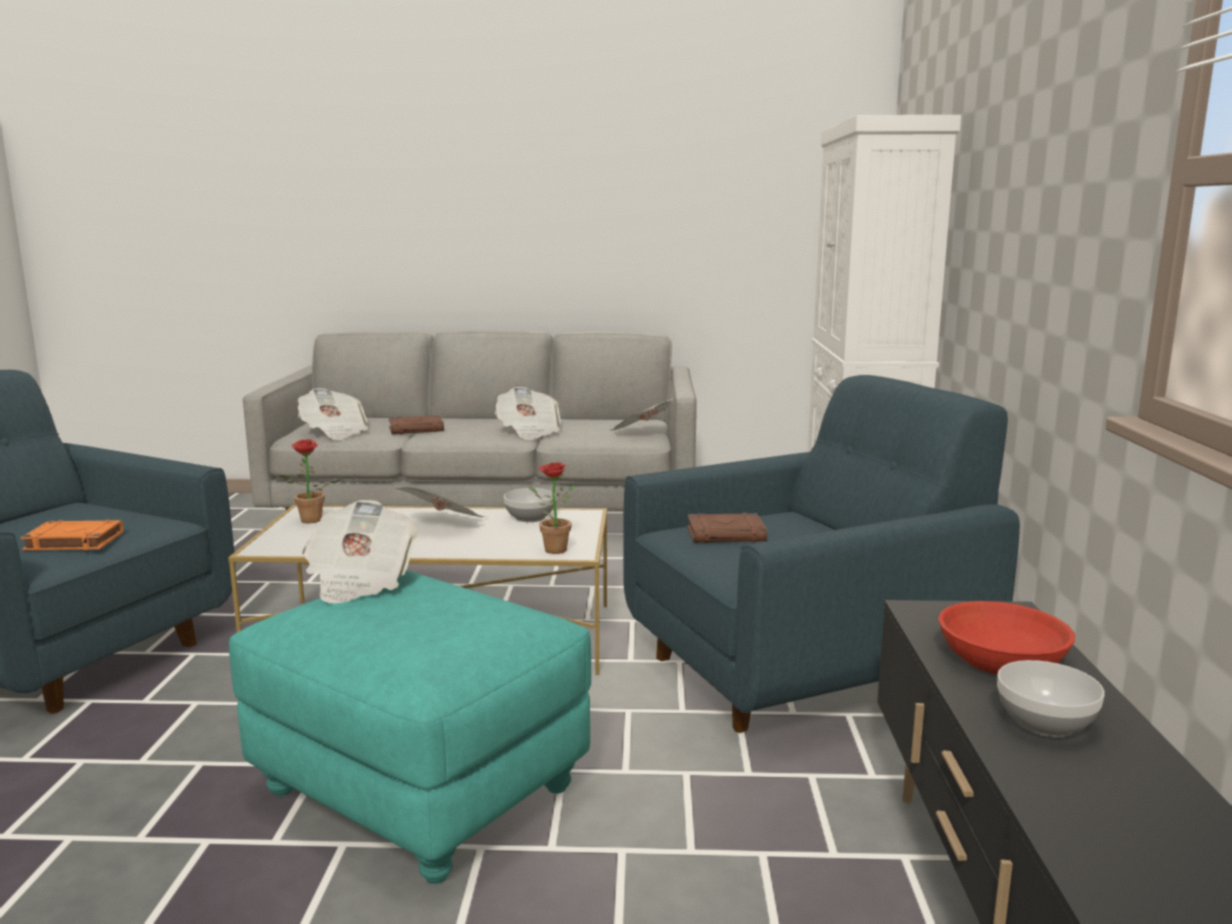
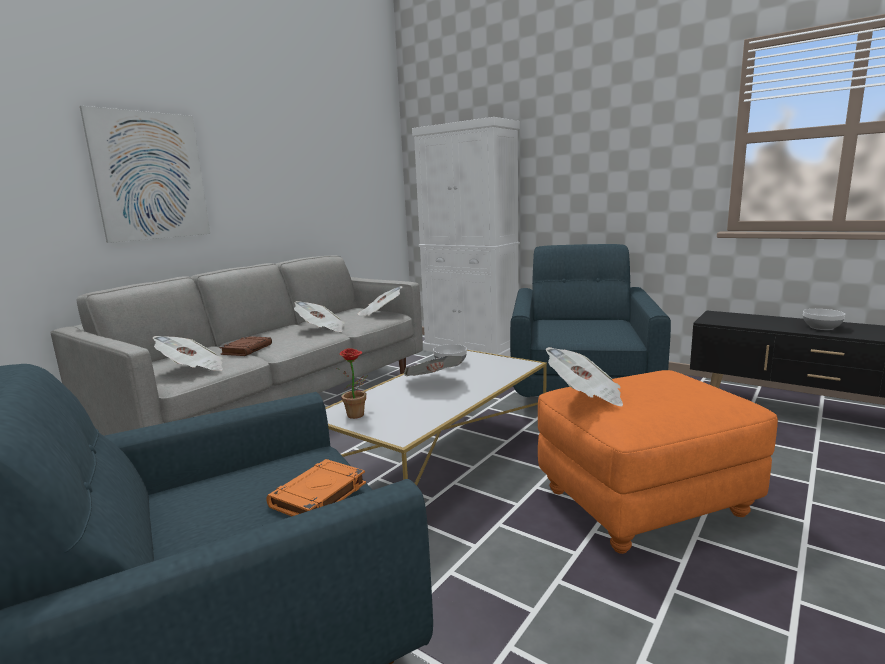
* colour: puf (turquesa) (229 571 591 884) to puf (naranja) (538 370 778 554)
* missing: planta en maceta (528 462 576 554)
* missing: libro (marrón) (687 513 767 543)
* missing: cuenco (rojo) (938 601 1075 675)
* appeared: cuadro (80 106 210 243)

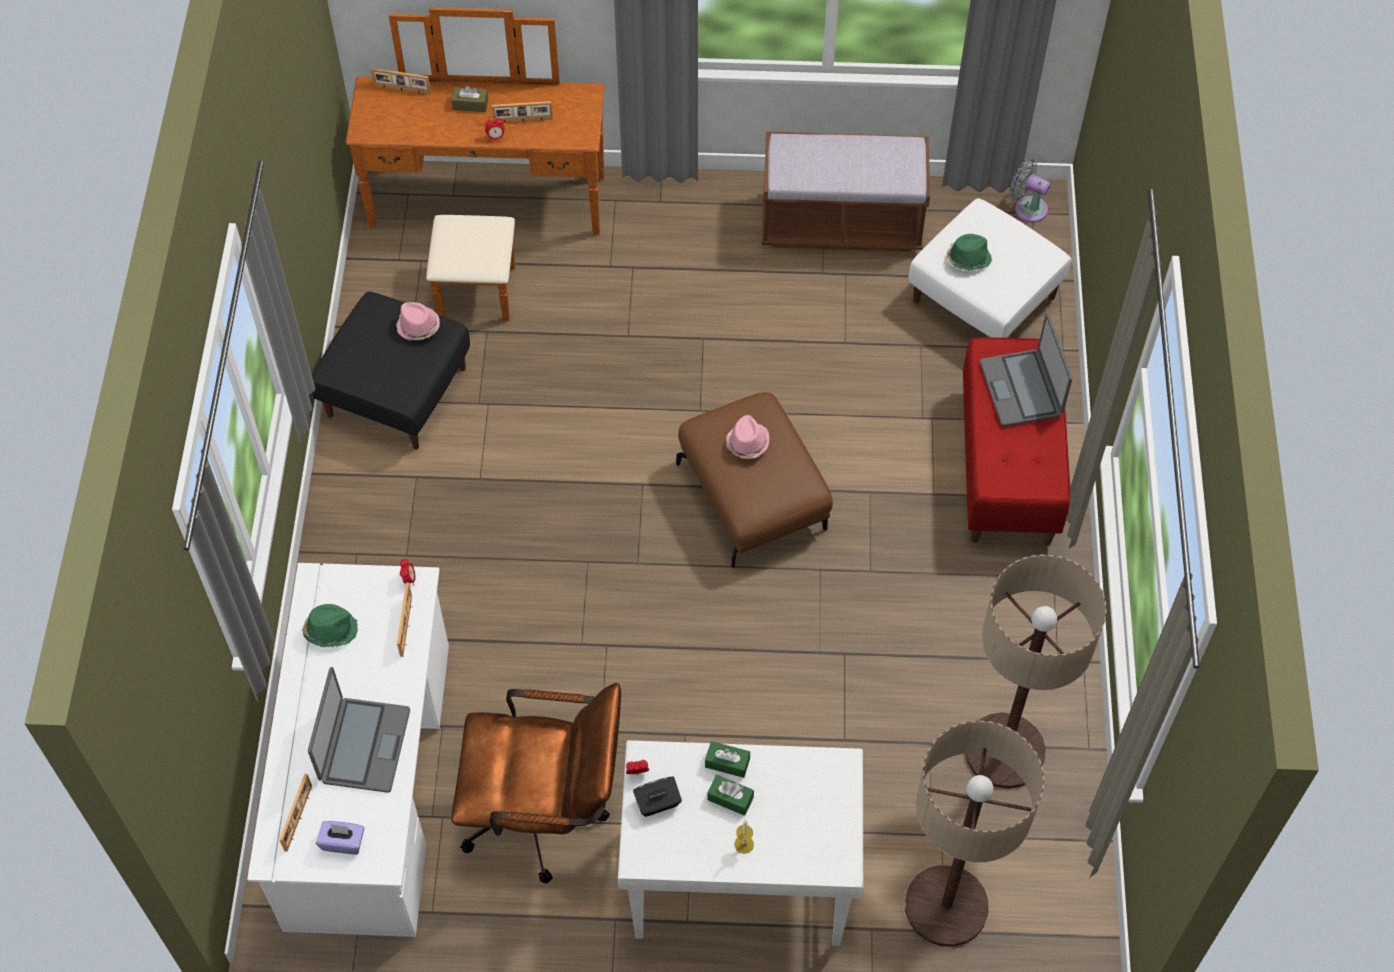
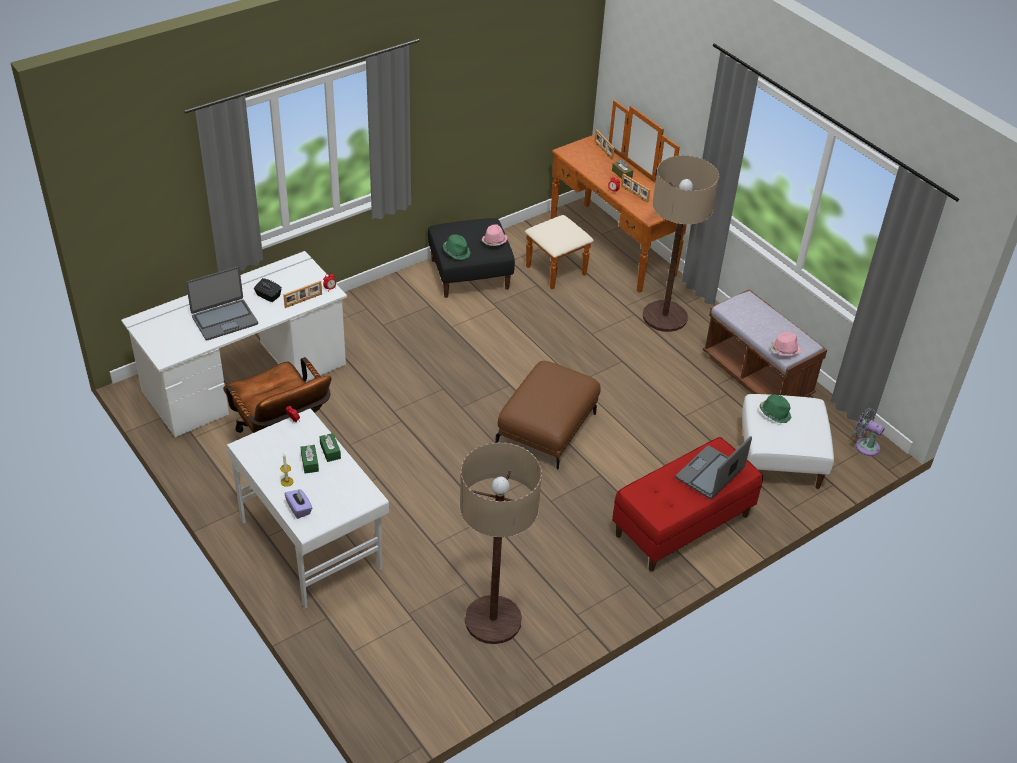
* missing: portarretratos (279 774 312 852)
* relocated: sombrero (verde) (302 604 358 647) to (443 235 471 260)
* relocated: caja de pañuelos (morado) (316 821 365 855) to (285 489 312 519)
* relocated: caja de pañuelos (negro) (633 776 682 817) to (254 278 282 302)
* relocated: sombrero (rosa) (726 415 770 459) to (771 332 801 356)
* relocated: lámpara de pie (905 721 1044 947) to (643 155 719 332)
* spun: ventilador (gris) (1009 158 1050 223) = (854 408 885 456) 45 degrees counterclockwise

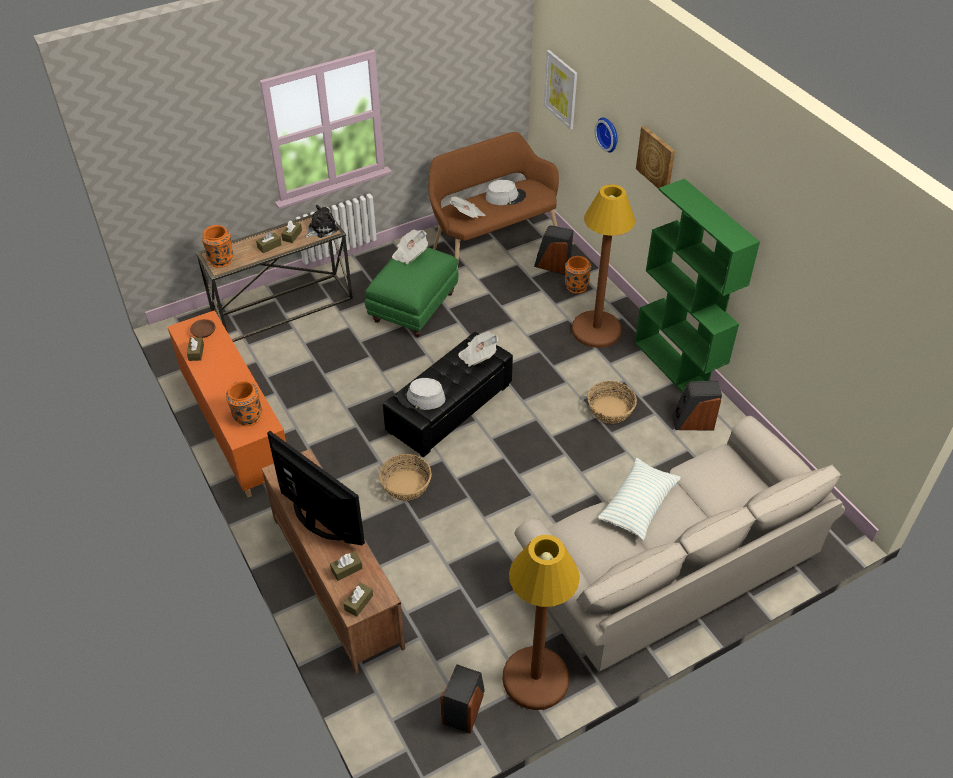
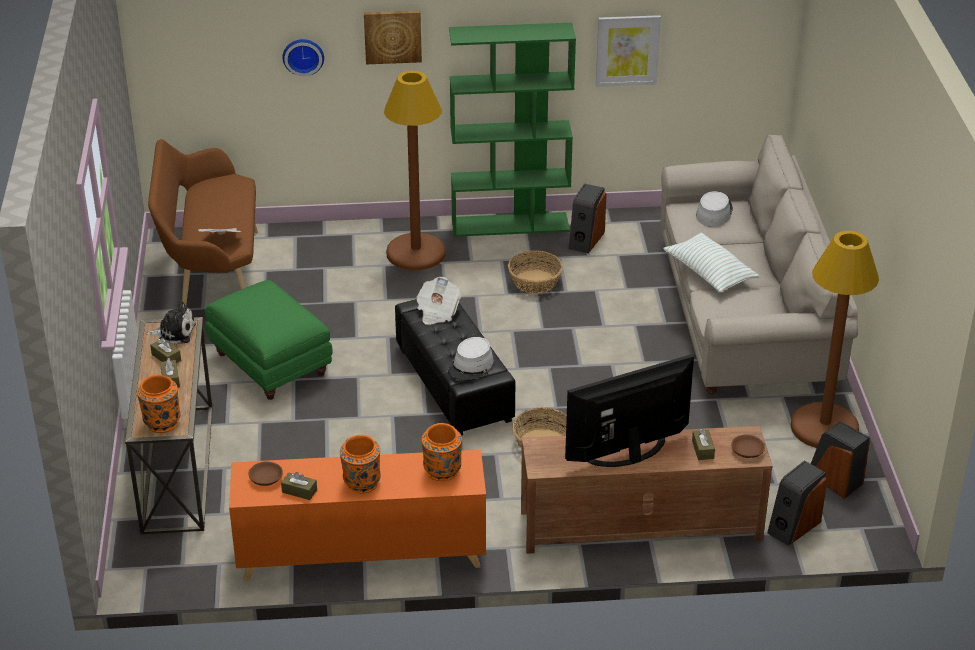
* spun: peluche (305 205 339 238) = (146 301 196 345) 105 degrees clockwise
* exchanged: caja de pañuelos (marrón) (343 583 373 617) to cuenco (marrón) (731 435 765 458)
* missing: periódico (392 230 428 264)
* relocated: sombrero (gris) (486 180 526 205) to (696 191 733 227)
* relocated: altavoz (534 225 573 275) to (767 460 827 546)
* relocated: cuadro (544 50 577 130) to (596 15 661 87)
* relocated: florero (naranja) (565 256 591 294) to (340 435 381 493)

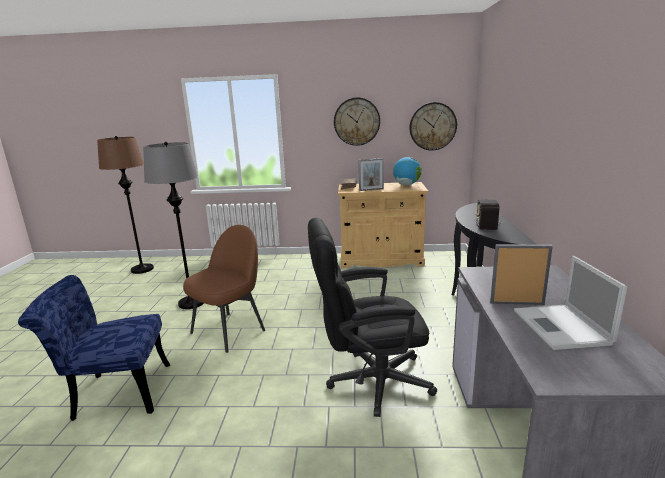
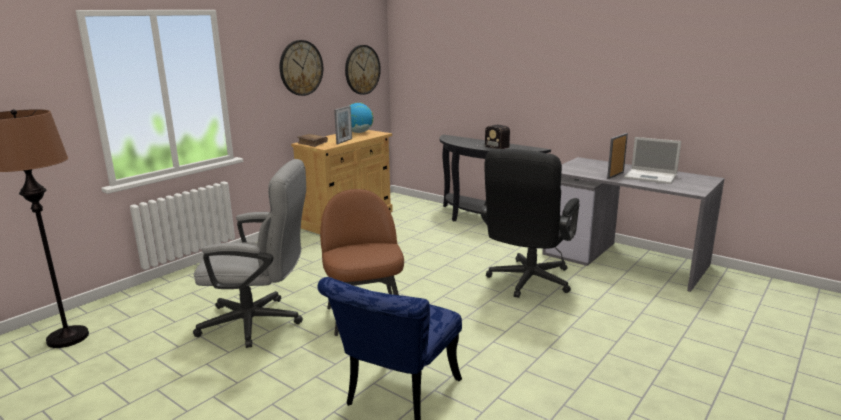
* exchanged: lámpara de pie (gris) (143 142 204 309) to silla de oficina (gris) (193 159 306 348)

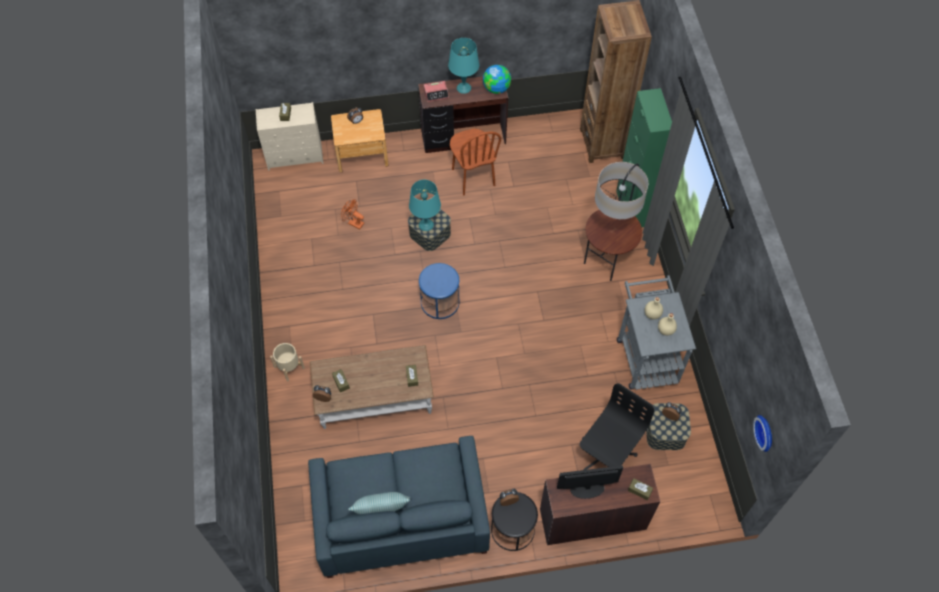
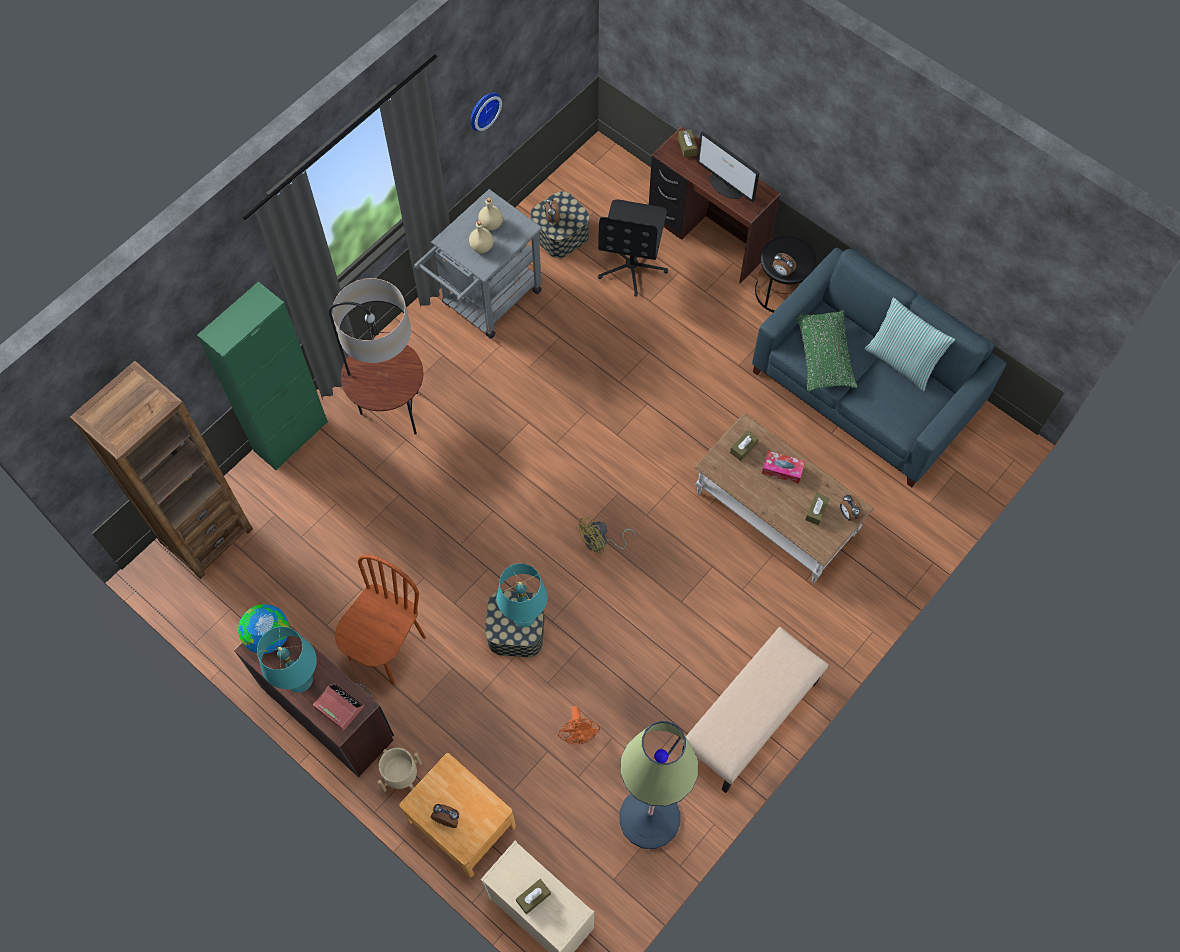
* relocated: maceta (beis) (270 343 305 381) to (378 748 422 792)
* exchanged: mesa auxiliar (azul) (419 263 460 319) to ventilador (amarillo) (576 516 636 553)
* spun: silla de oficina (negro) (580 383 654 470) = (598 199 668 297) 75 degrees counterclockwise
* relocated: reloj de pared (753 415 772 452) to (471 92 502 131)
* appeared: lámpara de pie (619 721 698 849)
* appeared: banco (beis) (682 627 829 793)
* appeared: caja de pañuelos (762 451 805 484)
* appeared: cojín (verde) (797 310 857 392)

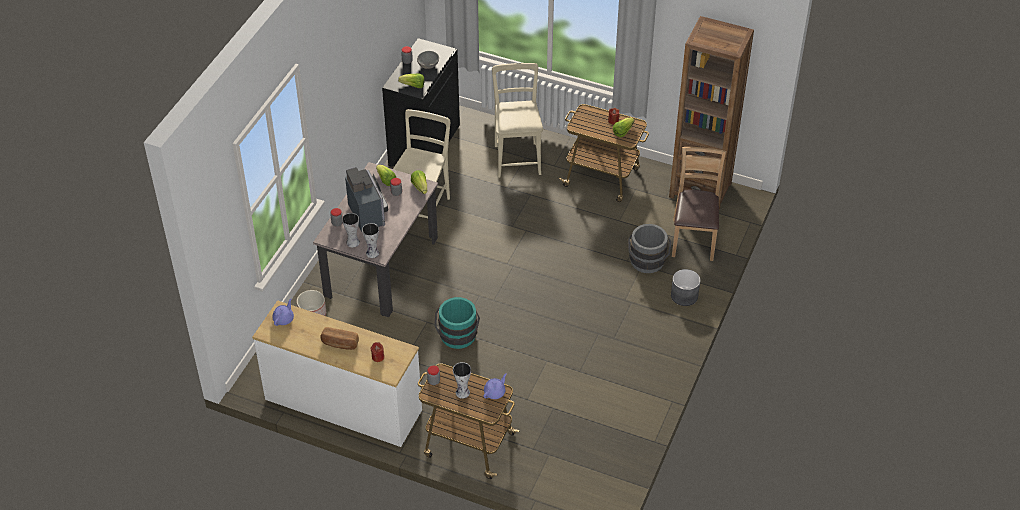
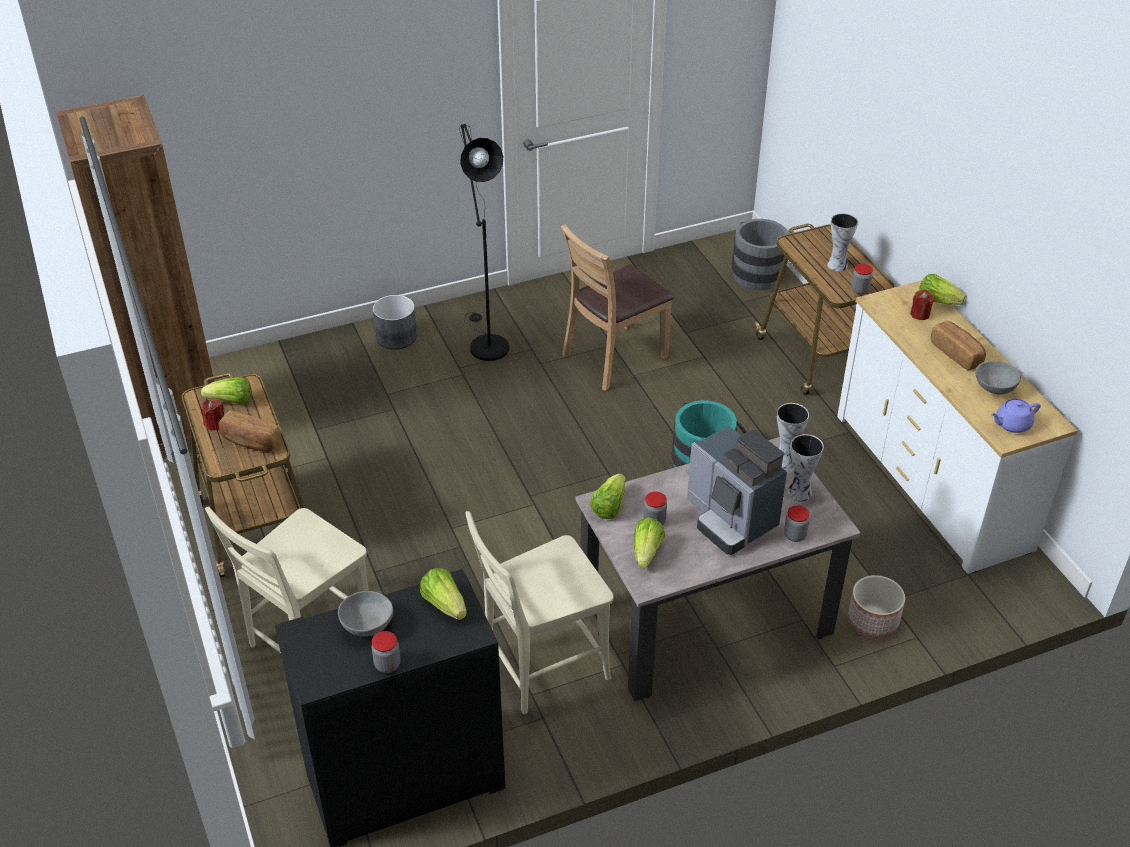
* spun: cafetera (345 167 388 232) = (687 426 787 555) 60 degrees counterclockwise
* missing: tetera (morado) (484 373 507 399)
* relocated: cubo (gris) (628 224 672 273) to (732 219 788 290)
* relocated: silla (marrón) (672 147 726 261) to (561 224 674 391)
* appeared: pan (219 411 281 452)
* appeared: lámpara de pie (negro) (459 124 509 361)
* appeared: lechuga (919 274 966 305)
* appeared: cuenco (gris) (975 360 1021 395)

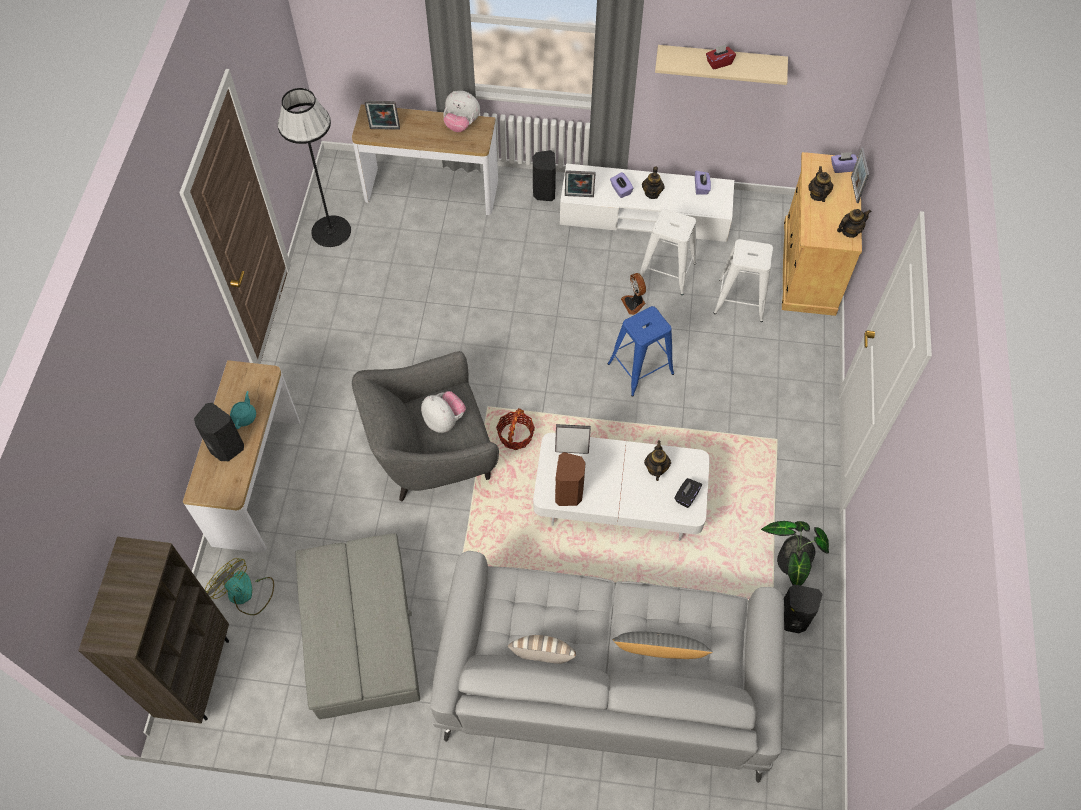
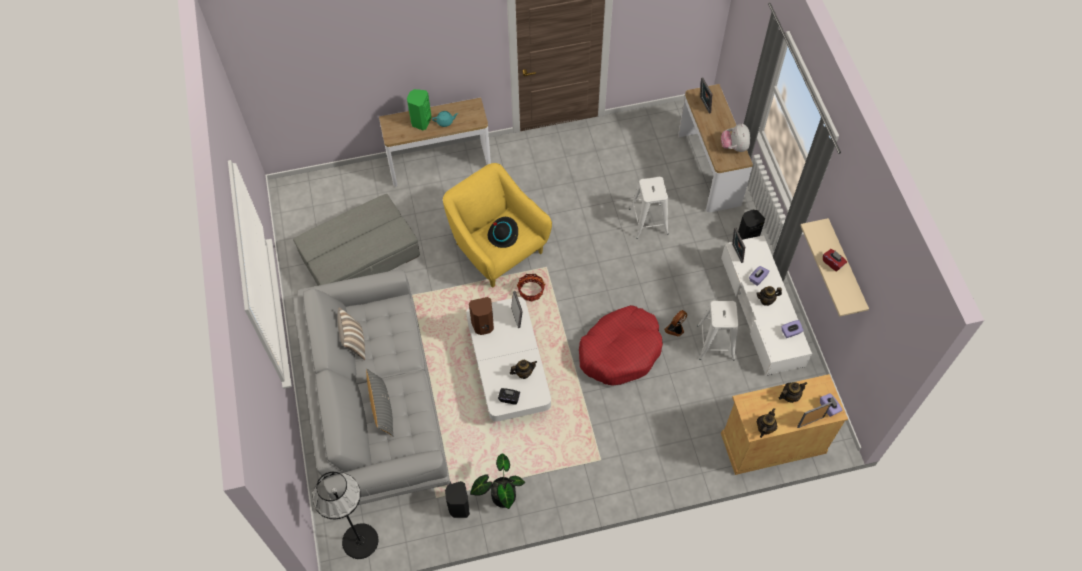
* missing: estantería (marrón) (78 536 229 723)
* colour: altavoz (negro) (194 403 244 461) to altavoz (verde) (407 89 432 130)
* missing: ventilador (205 558 274 615)
* relocated: lámpara de pie (negro) (278 88 351 247) to (312 472 379 559)
* colour: sillón (gris) (352 351 499 501) to sillón (amarillo) (443 163 552 287)
* exchanged: peluche (421 391 466 433) to sombrero (negro) (488 217 518 248)
* exchanged: taburete (azul) (607 306 674 397) to cama para perro (rojo) (579 305 663 386)
* relocated: taburete (blanco) (714 239 773 322) to (629 177 669 239)
* spun: tetera (837 209 872 238) = (757 408 777 438) 105 degrees counterclockwise

